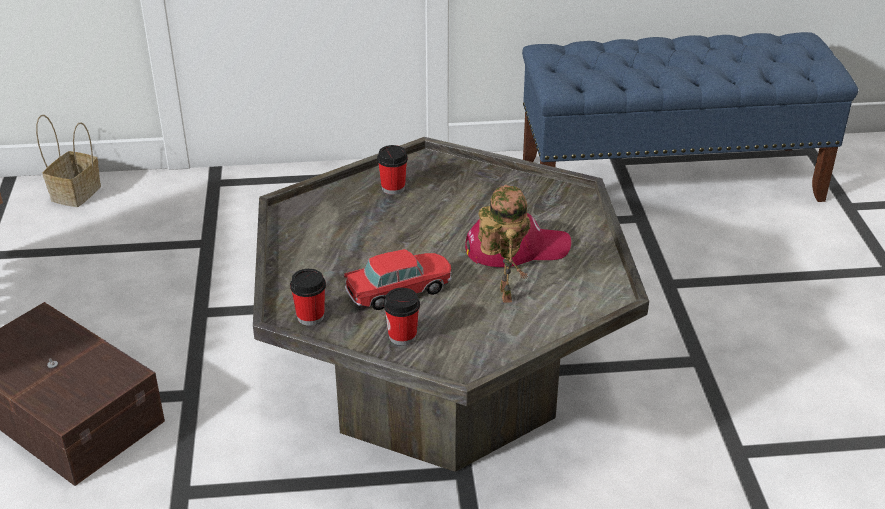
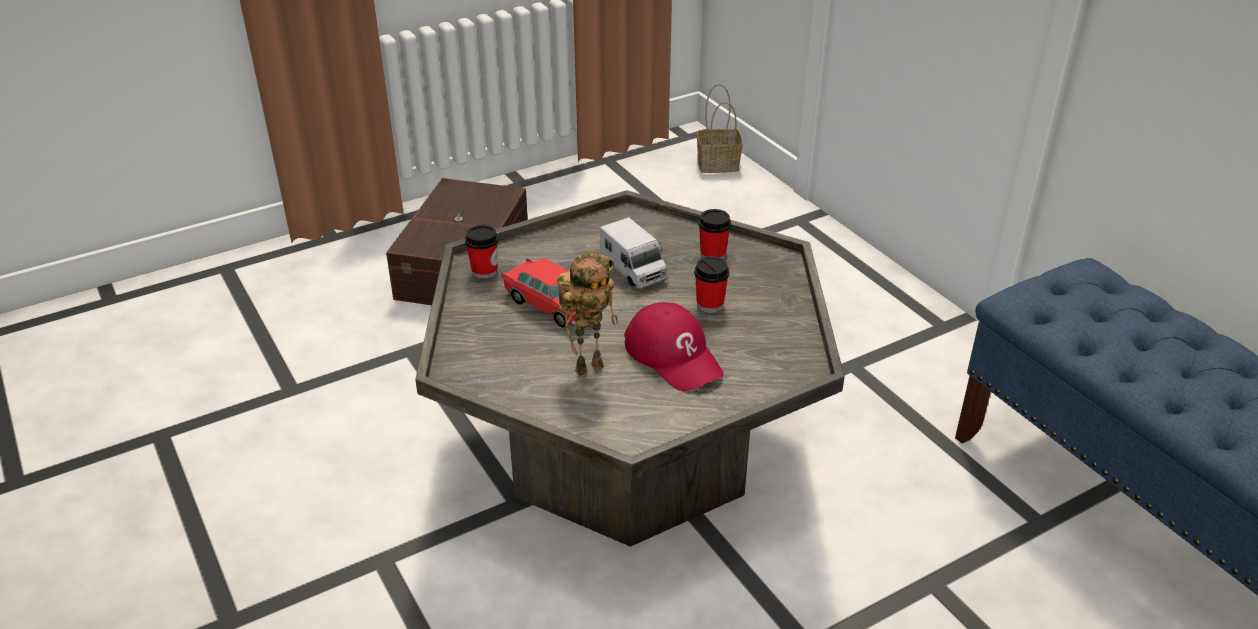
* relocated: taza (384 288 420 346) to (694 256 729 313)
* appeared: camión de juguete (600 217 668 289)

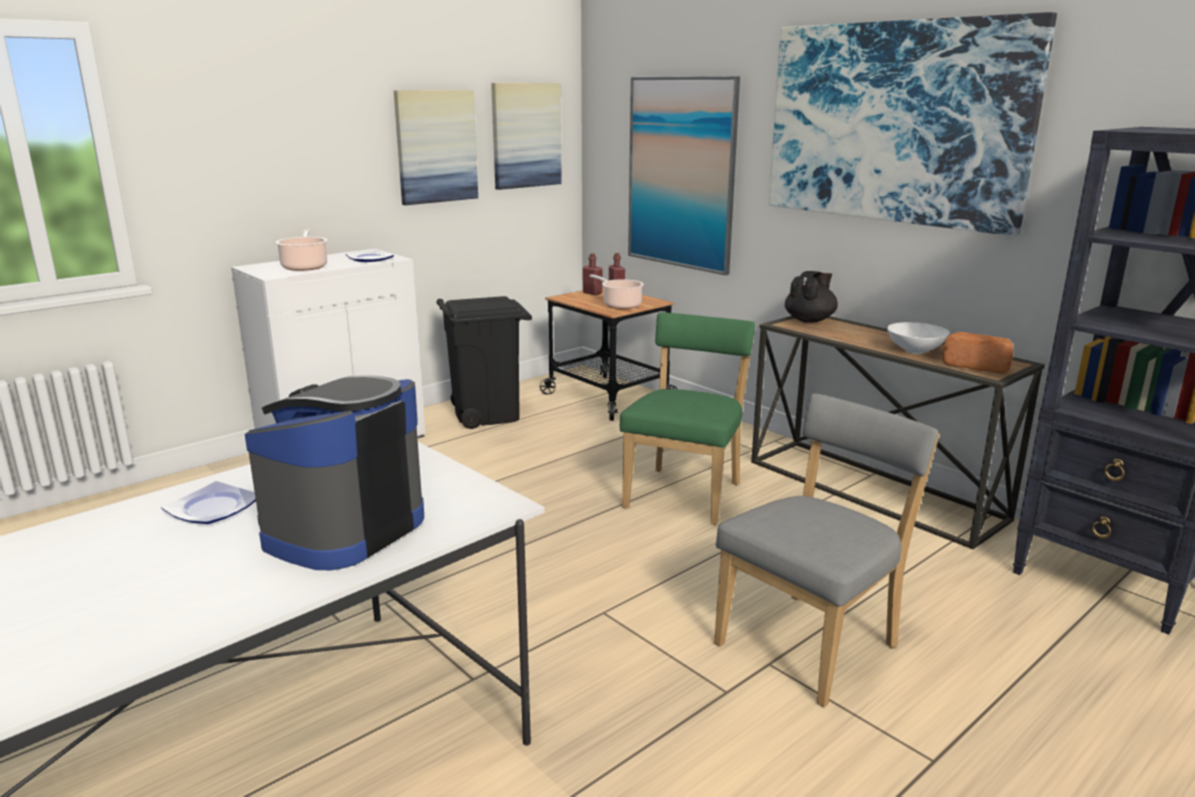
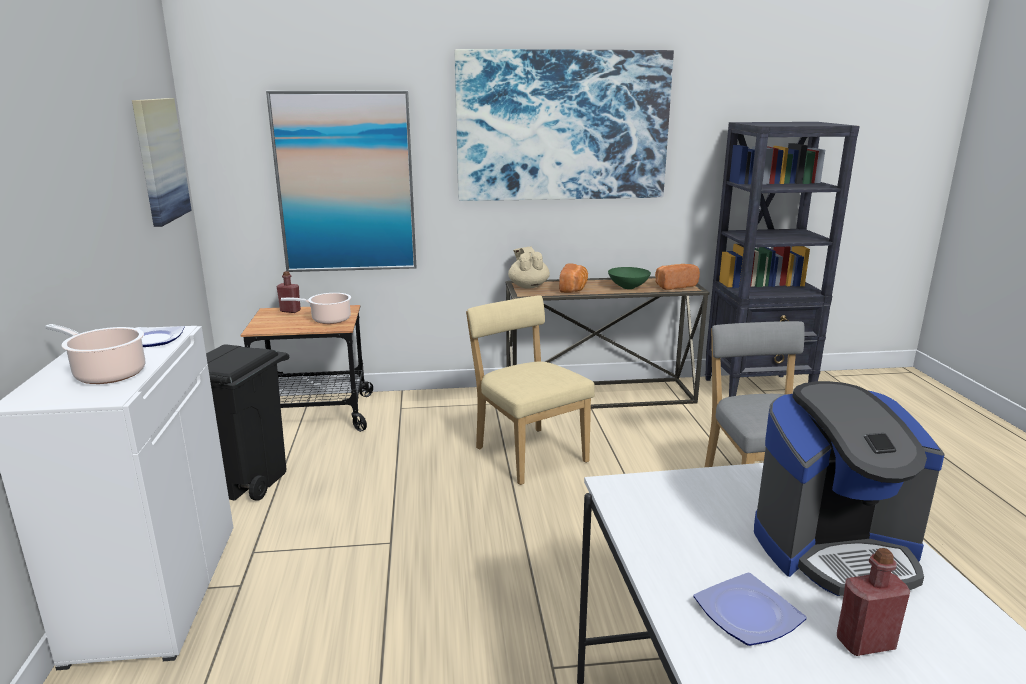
* spun: cafetera (245 375 424 570) = (754 381 944 596) 75 degrees counterclockwise
* missing: cuadro (394 90 478 205)
* relocated: botella (rojo) (583 253 603 295) to (837 548 910 656)
* colour: silla (verde) (620 312 755 525) to silla (beis) (466 295 595 485)
* colour: tetera (negro) (785 271 838 323) to tetera (beis) (508 246 550 289)
* colour: cuenco (blanco) (887 322 950 354) to cuenco (verde) (608 267 651 289)
* appeared: pan (559 263 588 293)

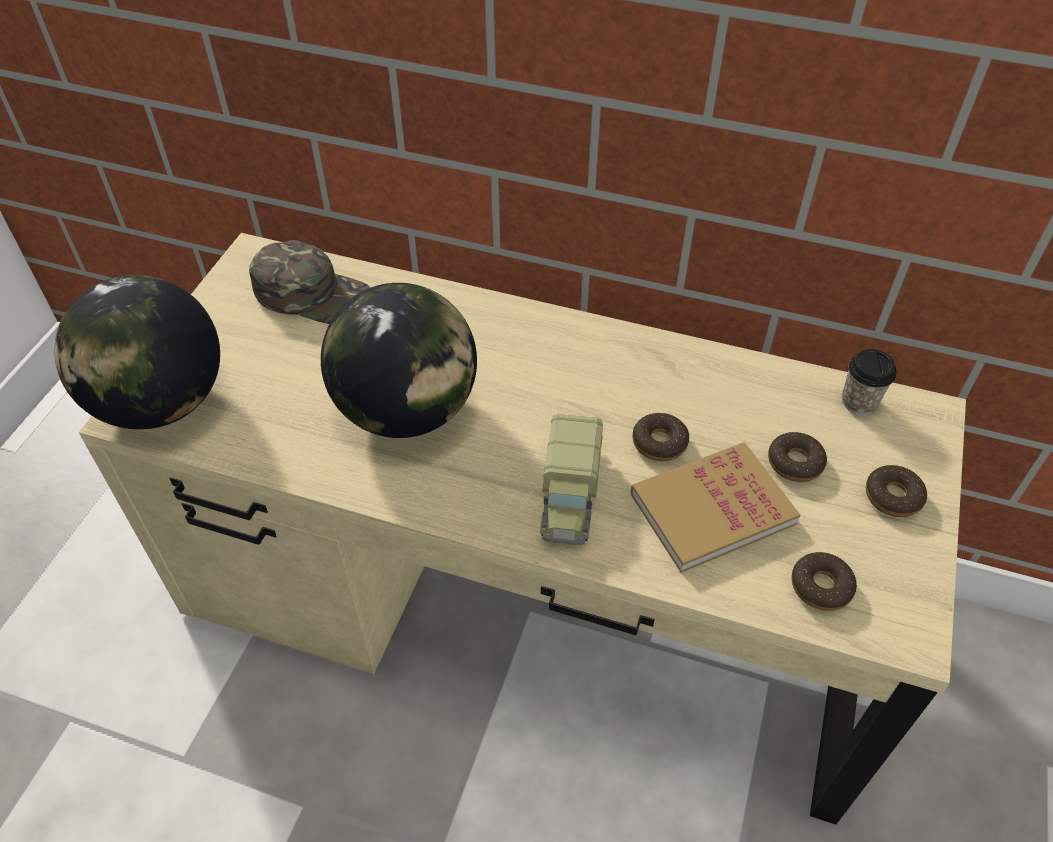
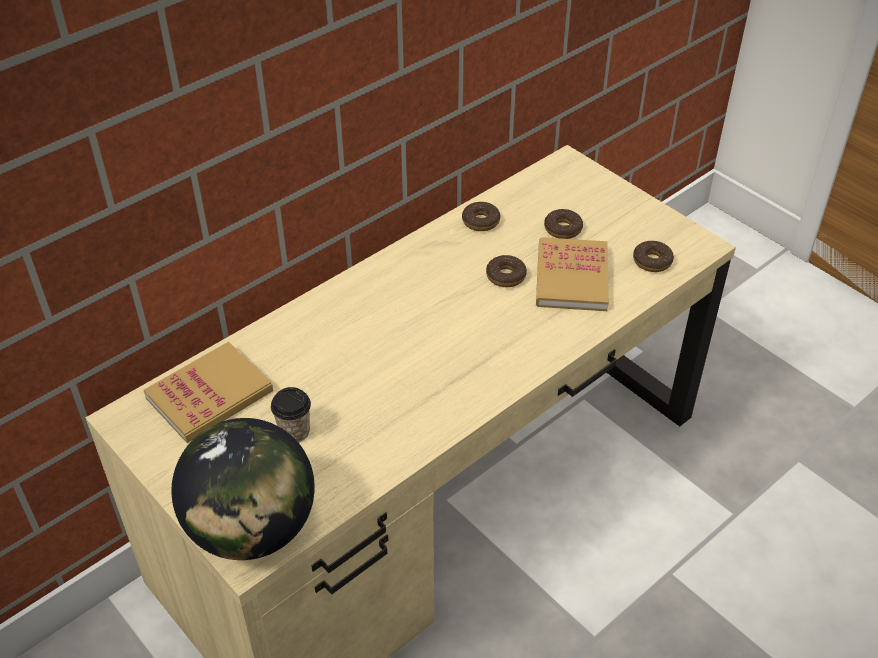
* exchanged: gorra (verde) (249 240 371 324) to libro (144 342 273 443)
* missing: globo terráqueo (321 283 477 438)
* missing: camión de juguete (540 414 603 545)
* relocated: taza (842 349 896 415) to (271 387 311 443)
* relocated: rosquilla (866 465 927 517) to (462 202 500 231)

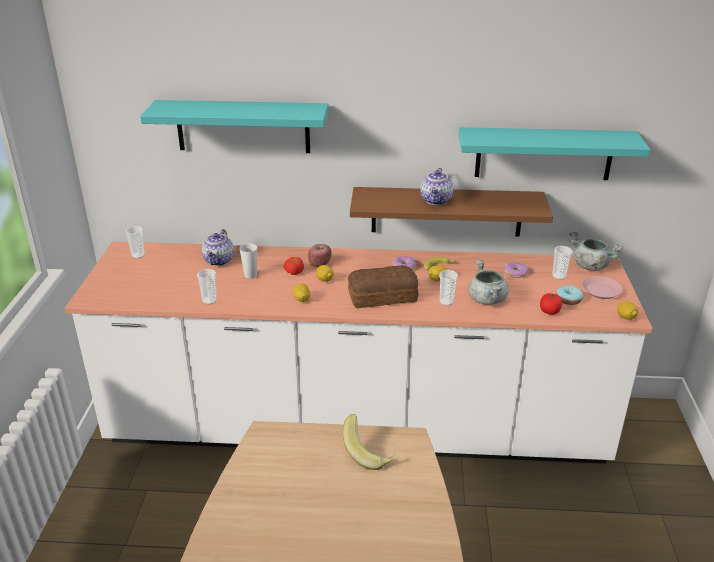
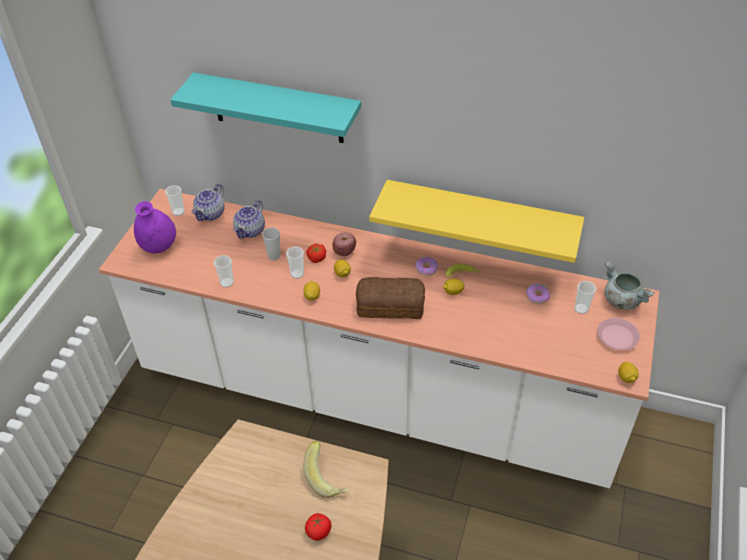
* colour: estante (marrón) (350 187 553 237) to estante (amarillo) (369 180 584 263)
* relocated: tetera (420 168 454 205) to (192 184 225 221)
* relocated: taza (439 270 458 306) to (286 247 304 279)
* missing: estante (turquesa) (459 127 651 180)
* missing: olla (gris) (468 259 509 305)
* relocated: tomate (540 293 562 315) to (305 513 331 541)
* missing: rosquilla (556 285 583 305)
* appeared: florero (morado) (134 201 176 253)

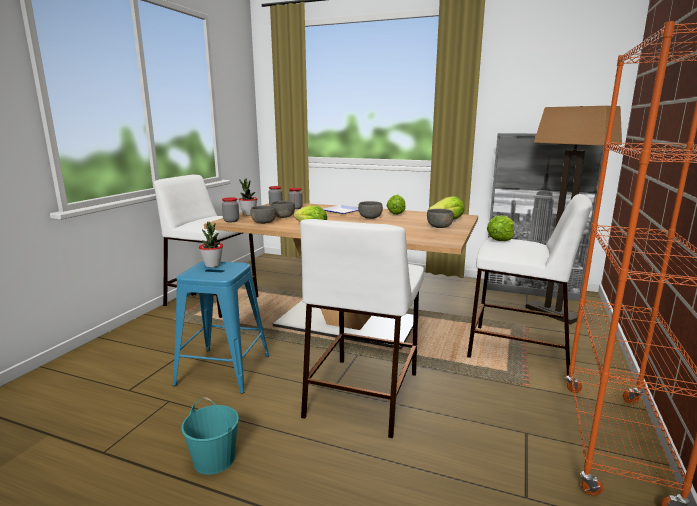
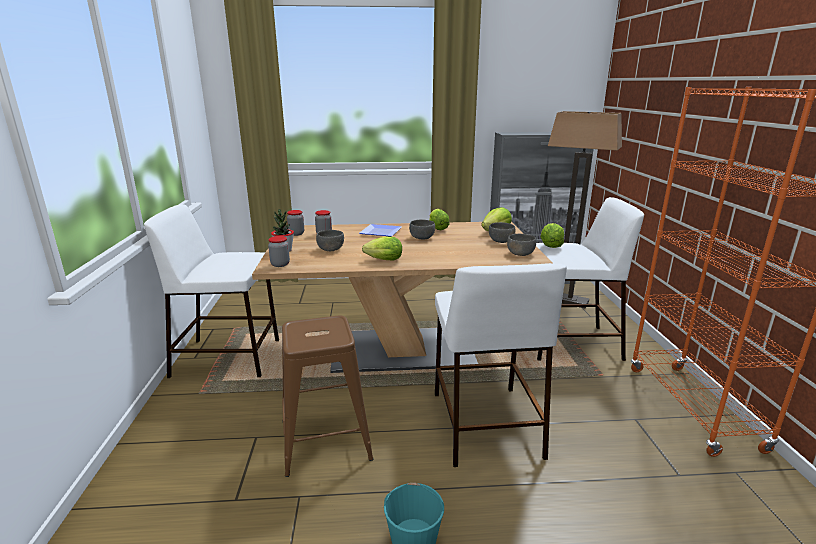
* colour: taburete (azul) (173 261 269 393) to taburete (marrón) (282 316 373 477)
* missing: planta en maceta (199 221 223 267)
* relocated: cuenco (gris) (250 205 277 224) to (507 234 536 256)

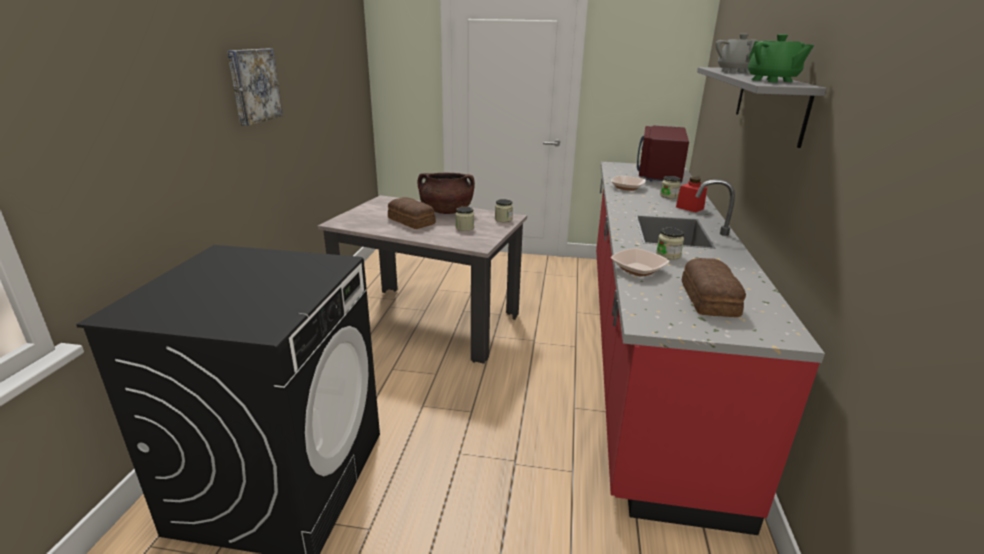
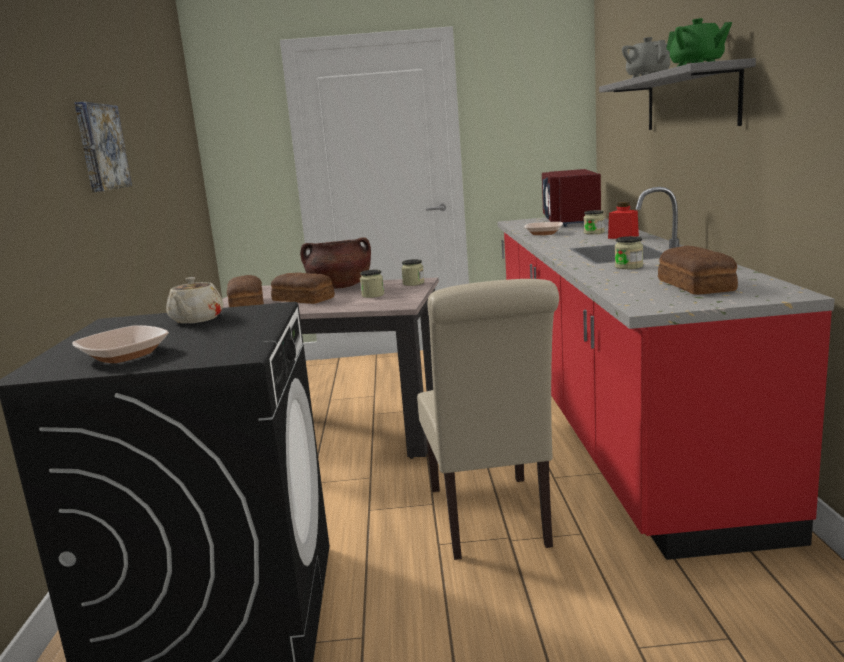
* relocated: cuenco (611 248 669 277) to (72 325 169 363)
* appeared: tetera (beis) (166 277 223 324)
* appeared: pan (227 275 264 307)
* appeared: silla (beis) (417 279 559 560)

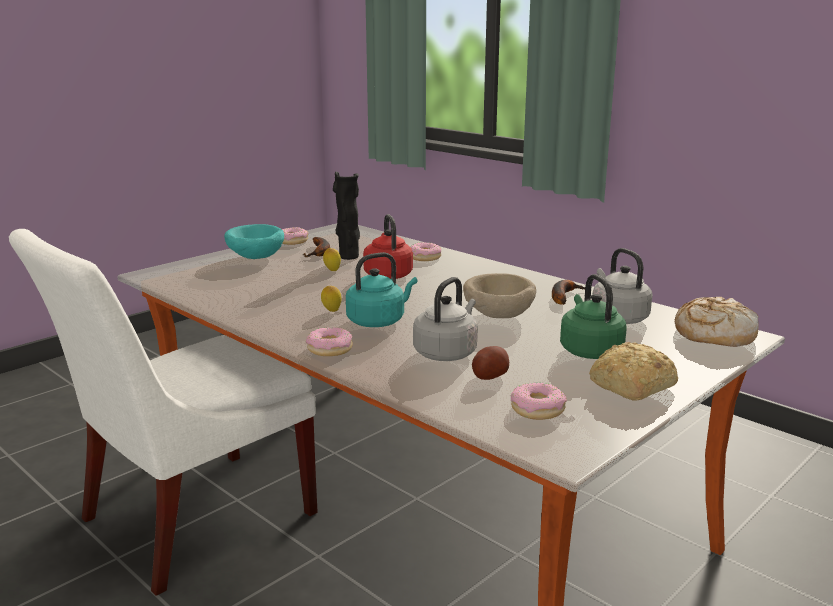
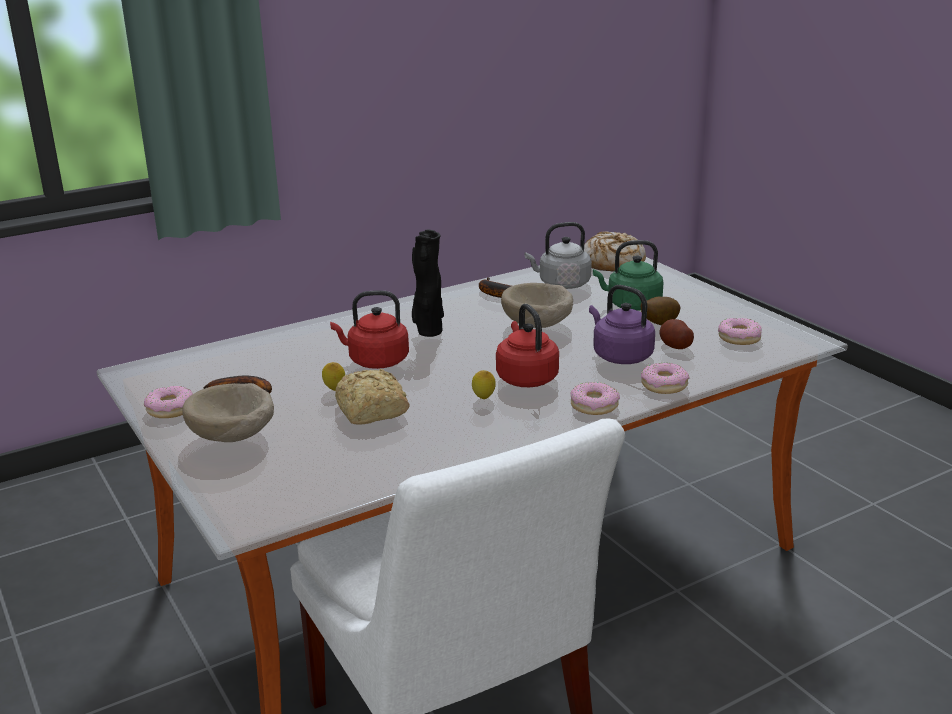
* colour: cuenco (turquesa) (224 224 284 259) to cuenco (beis) (182 383 274 442)
* relocated: florero (negro) (333 172 360 260) to (412 229 444 337)
* colour: hervidor (turquesa) (346 252 417 327) to hervidor (rojo) (496 304 559 387)
* relocated: rosquilla (410 242 442 261) to (641 363 690 394)
* colour: hervidor (gris) (413 277 477 361) to hervidor (morado) (589 285 655 364)
* relocated: pan (589 342 678 400) to (335 369 410 425)
* appeared: patata (641 297 680 325)

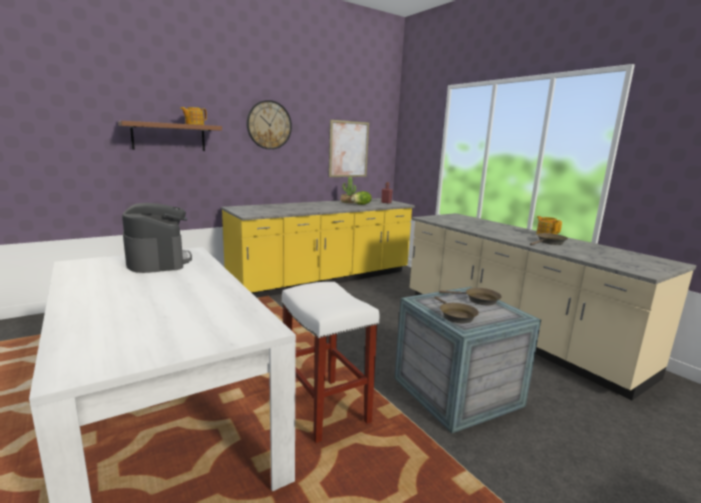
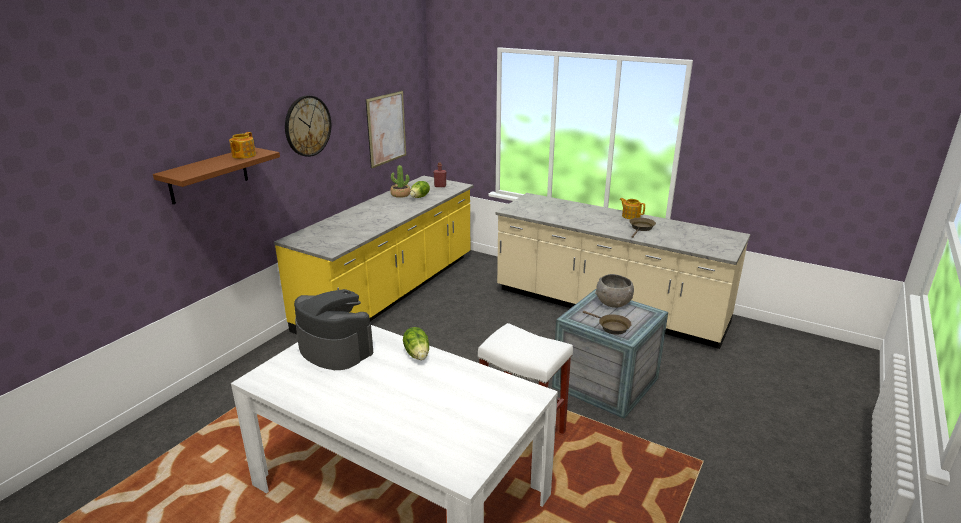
* exchanged: sartén (marrón) (439 288 502 305) to cuenco (gris) (595 274 634 308)
* appeared: lechuga (403 327 429 360)

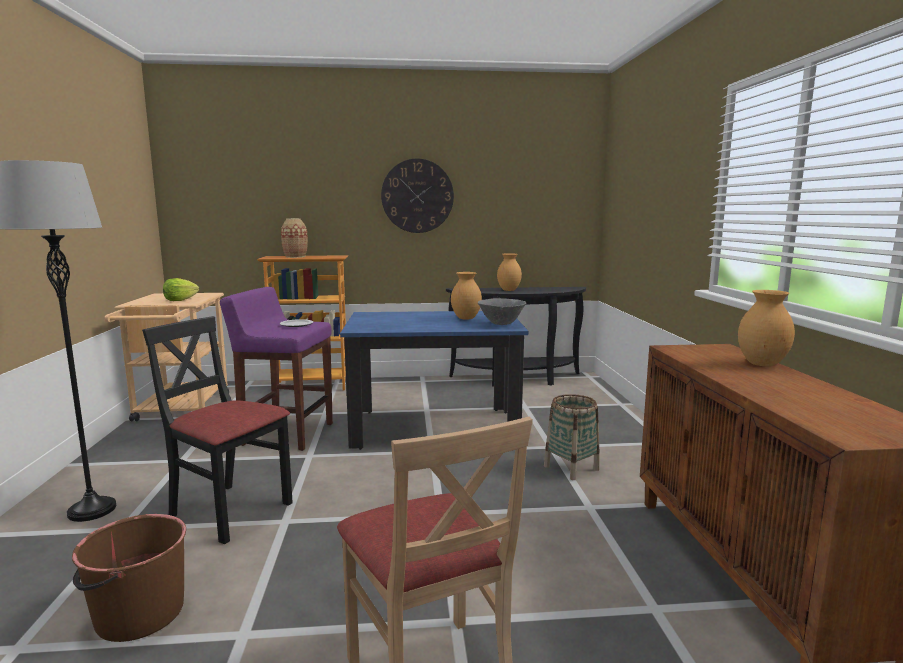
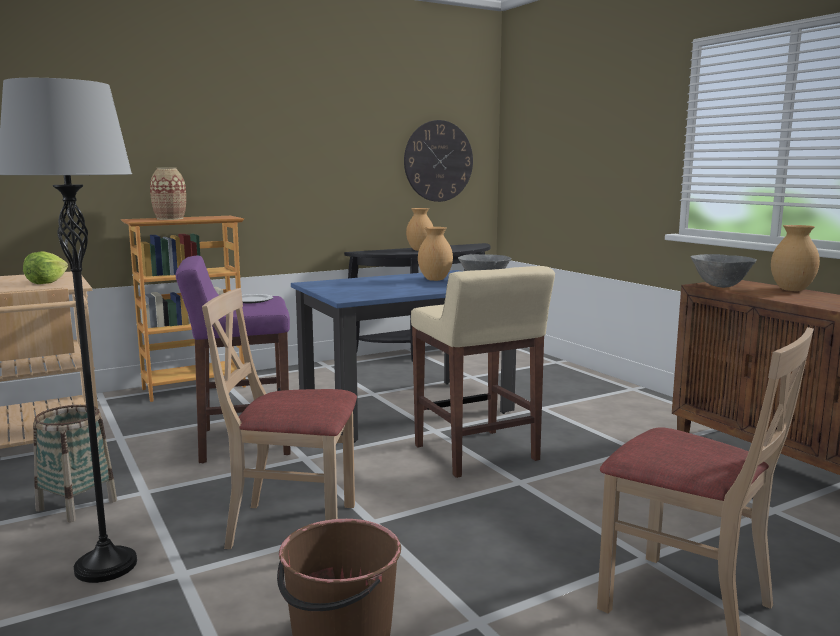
* colour: silla (negro) (142 316 293 544) to silla (beis) (202 288 357 549)
* relocated: reloj de pared (381 158 454 233) to (404 120 473 202)
* relocated: cesta (544 394 600 480) to (33 405 117 522)
* appeared: taburete (beis) (411 266 555 478)
* appeared: cuenco (gris) (691 254 757 288)

